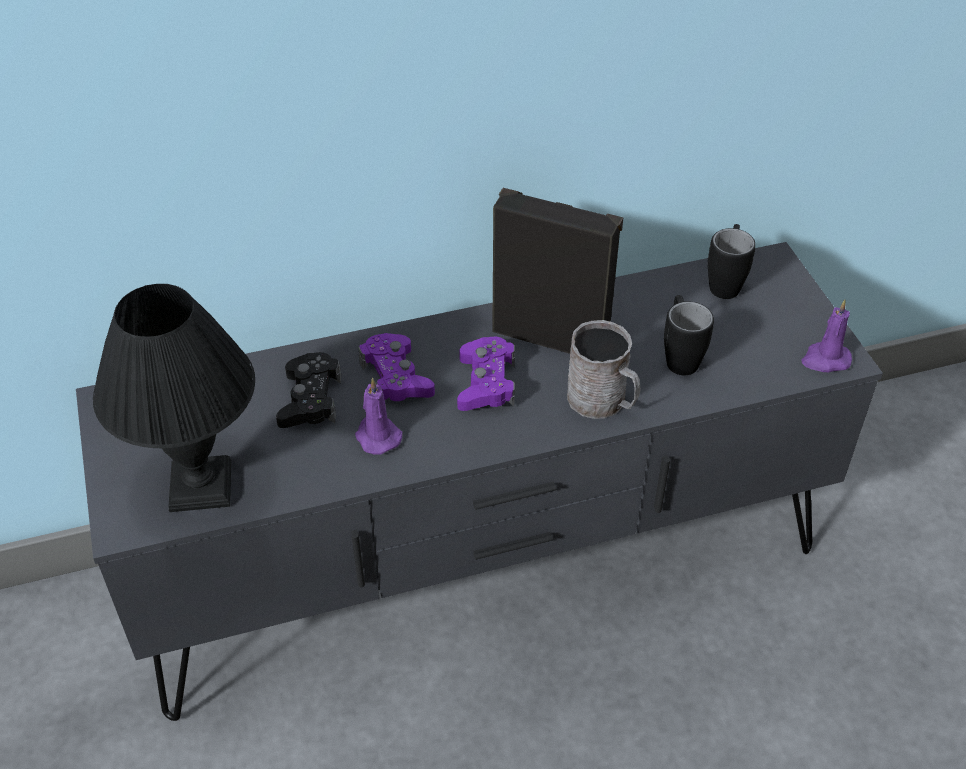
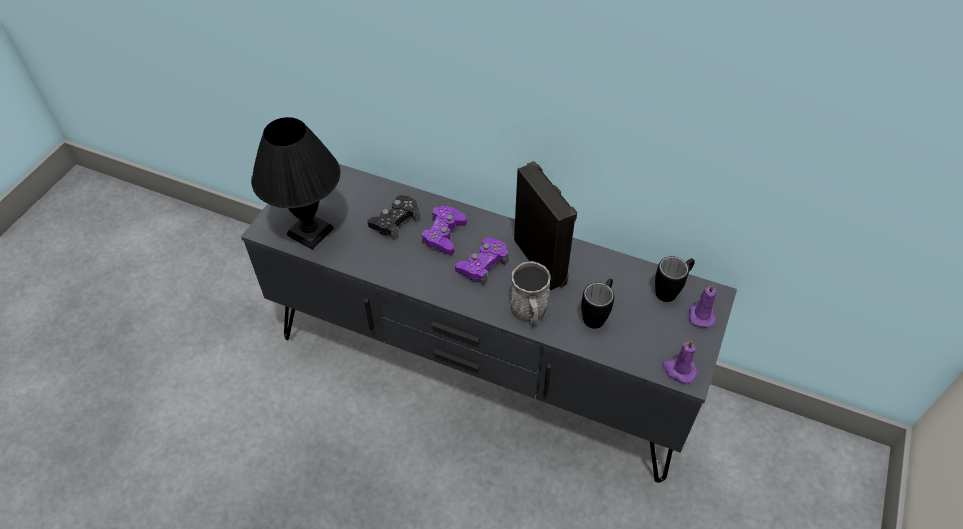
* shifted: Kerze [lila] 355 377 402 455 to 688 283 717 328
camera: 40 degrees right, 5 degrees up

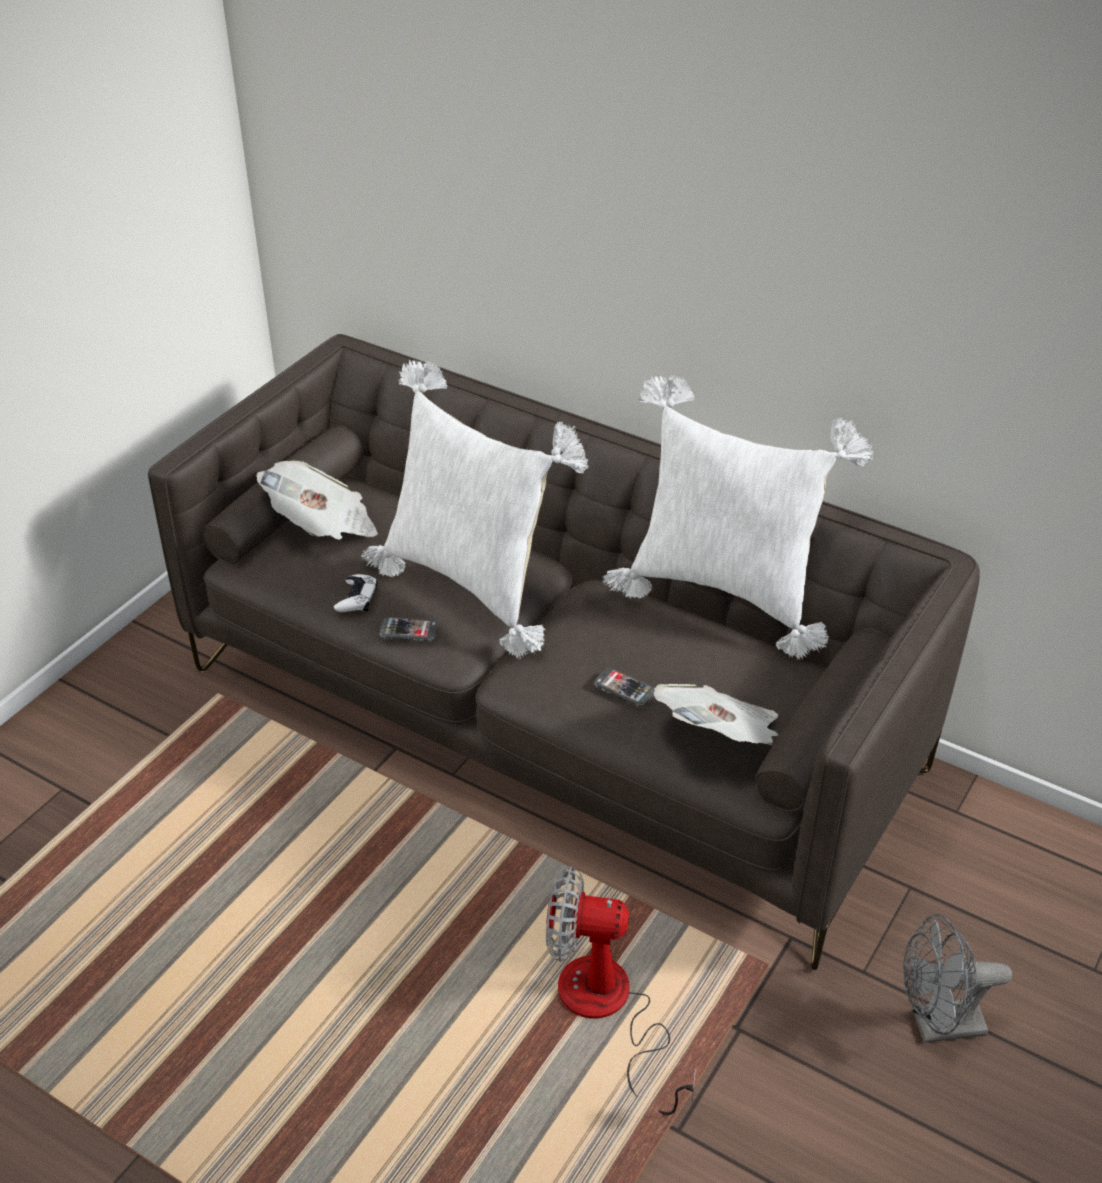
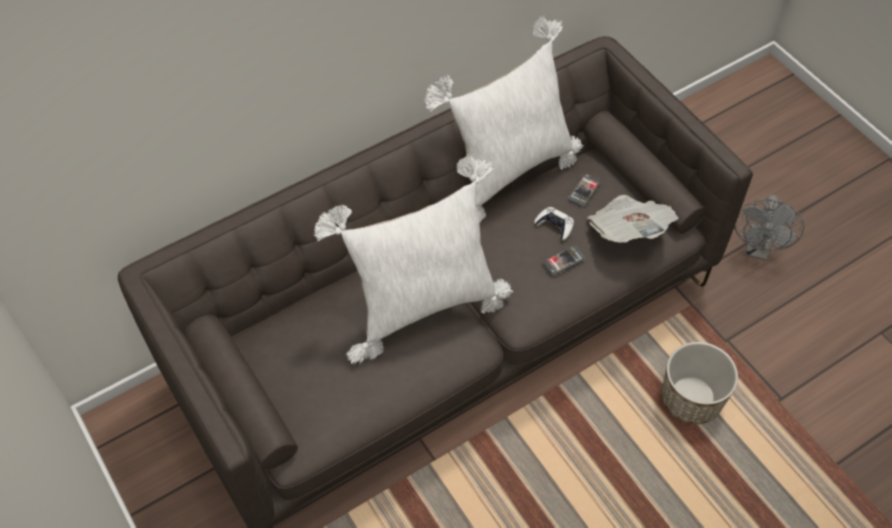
* gone: Zeitung 257 460 378 540
* shifted: Gamepad [weiß] 333 574 377 612 to 534 207 574 240
* shifted: Handy 379 617 438 642 to 568 174 601 207
* swapped: Ventilator 546 866 696 1115 to Pflanzkübel 661 342 738 424
camera: 65 degrees left, 15 degrees up

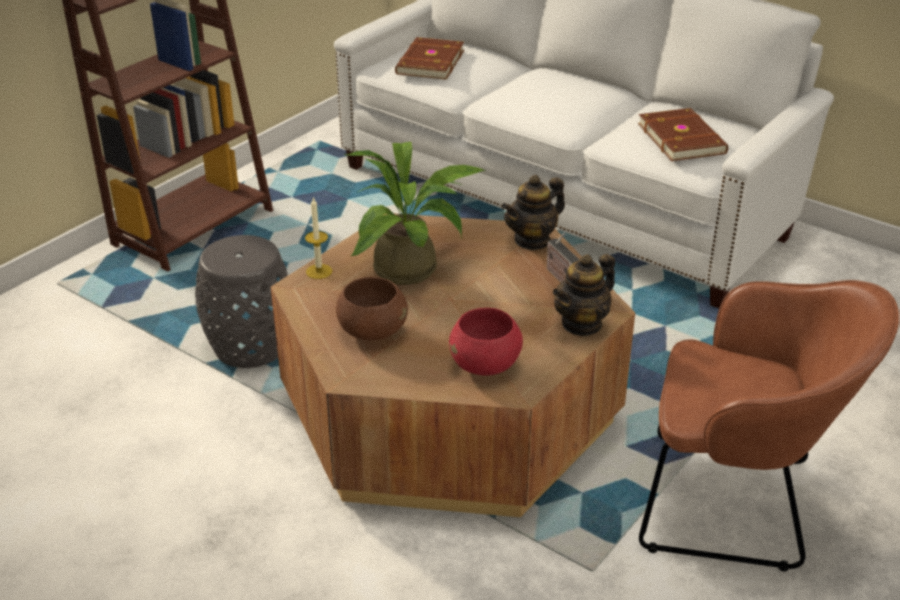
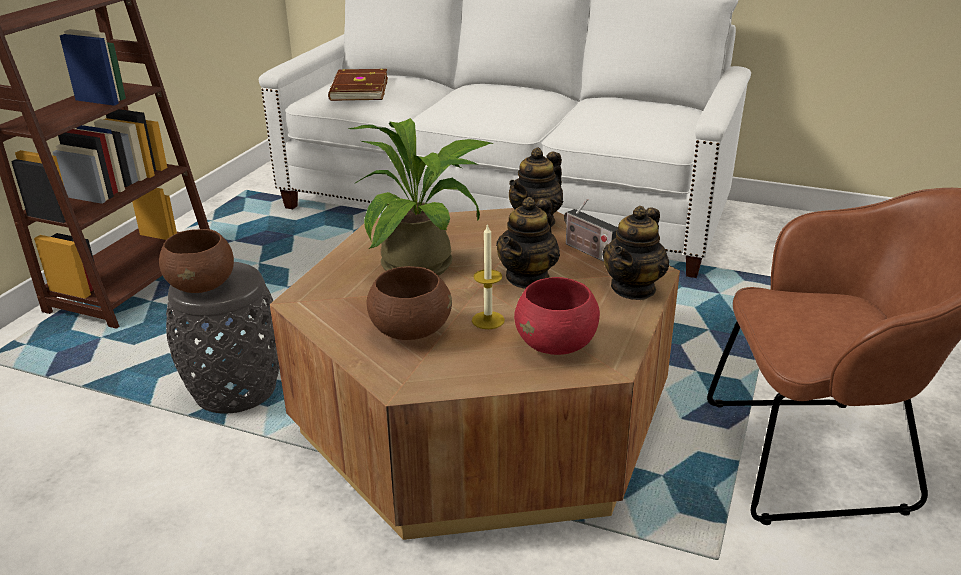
* gone: Buch [braun] 638 108 728 161
* new: Schüssel [braun] 159 229 234 293
* new: Teekanne 496 197 560 289
* shifted: Kerze 305 197 332 279 to 472 223 505 329
camera: 15 degrees left, 5 degrees down

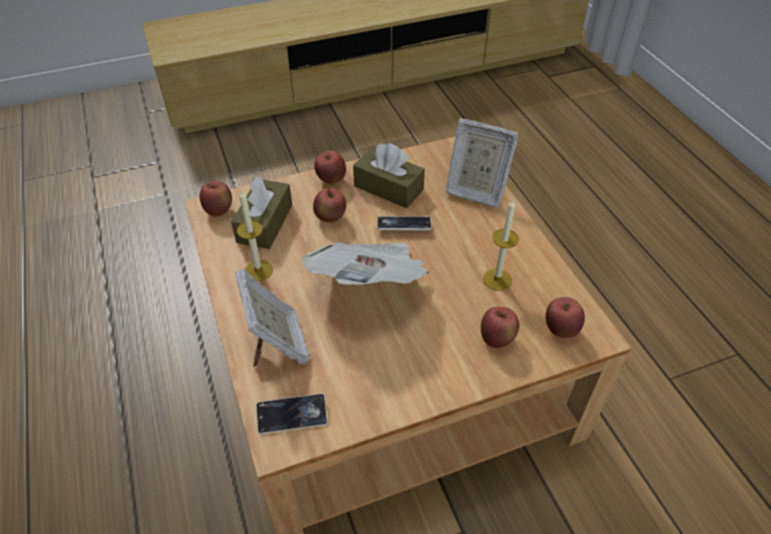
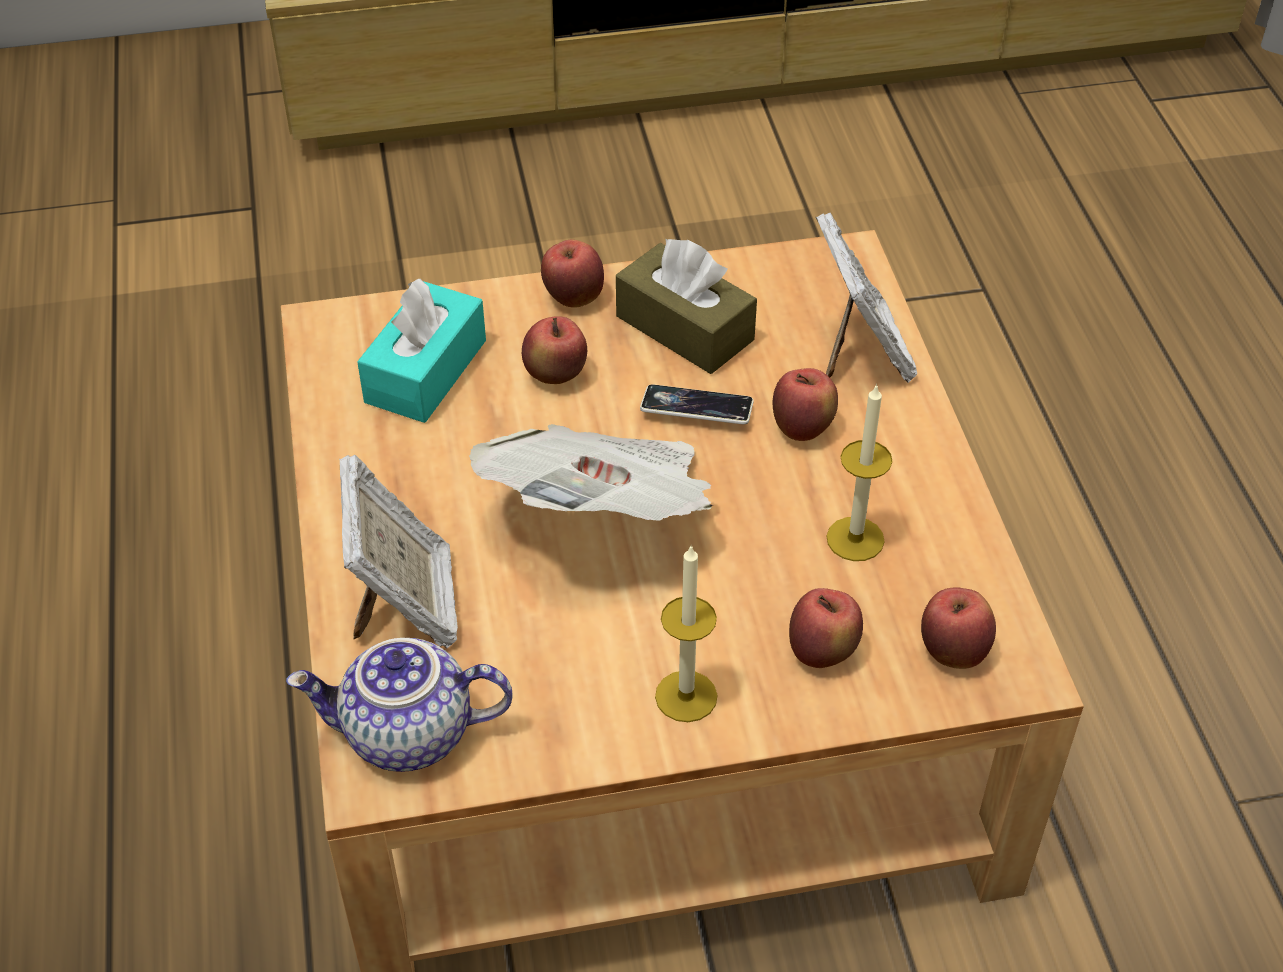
* shifted: Apfel 200 181 232 217 to 773 368 838 441
* shifted: Kerze 237 189 273 282 to 655 545 717 722
* swapped: Handy 256 393 328 434 to Teekanne 286 638 513 772
* repainted: Taschentuchbox [braun] 231 176 292 249 to Taschentuchbox [türkis] 357 279 486 423
* rotated: Bilderrahmen 446 118 519 208 = 815 213 917 383 135 degrees counterclockwise
camera: 10 degrees right, 0 degrees up

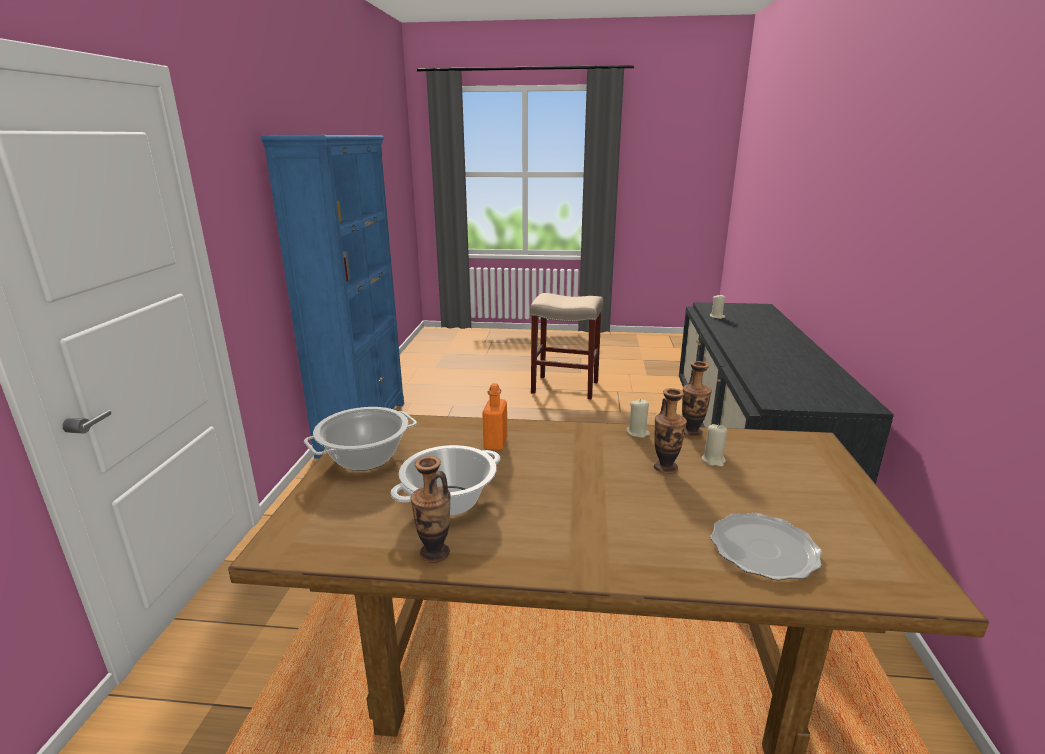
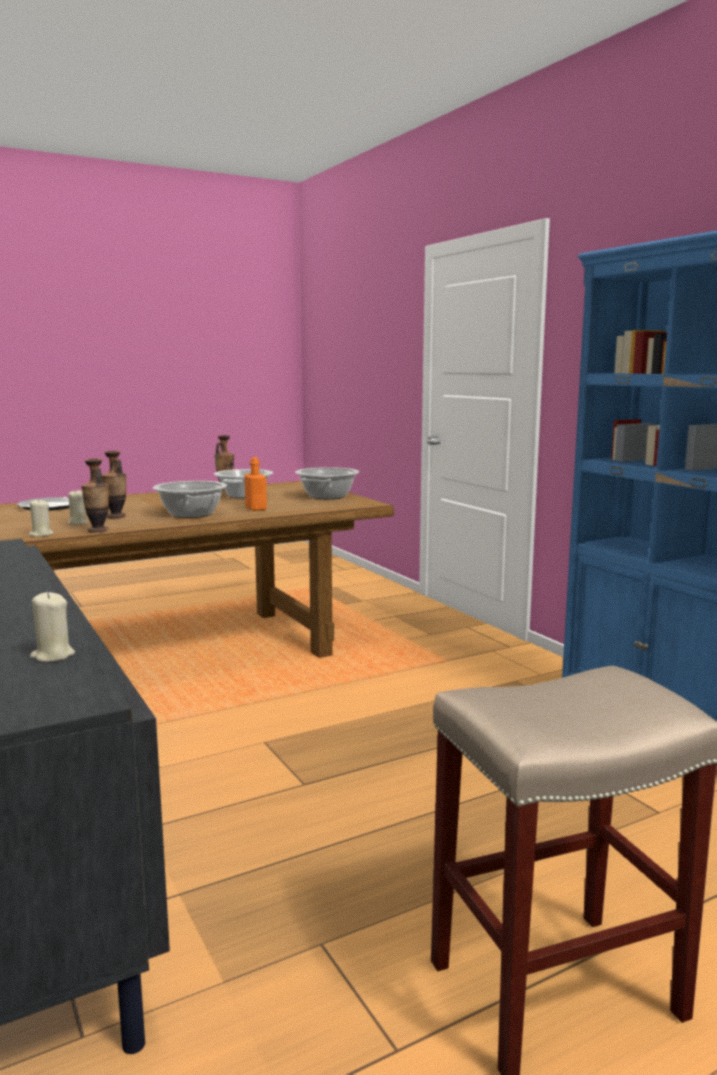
* new: Kochtopf 153 481 227 518
* shifted: Kerze [beige] 626 399 650 438 to 28 499 53 537
camera: 145 degrees right, 10 degrees down

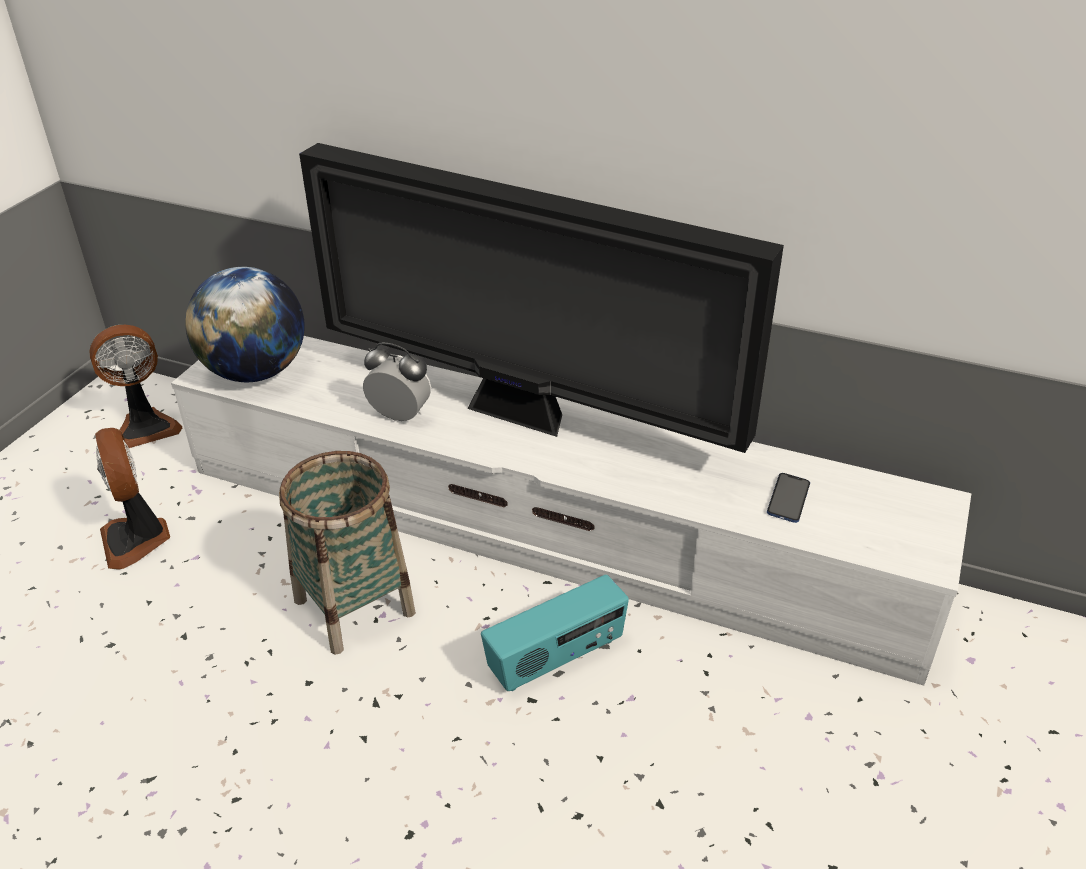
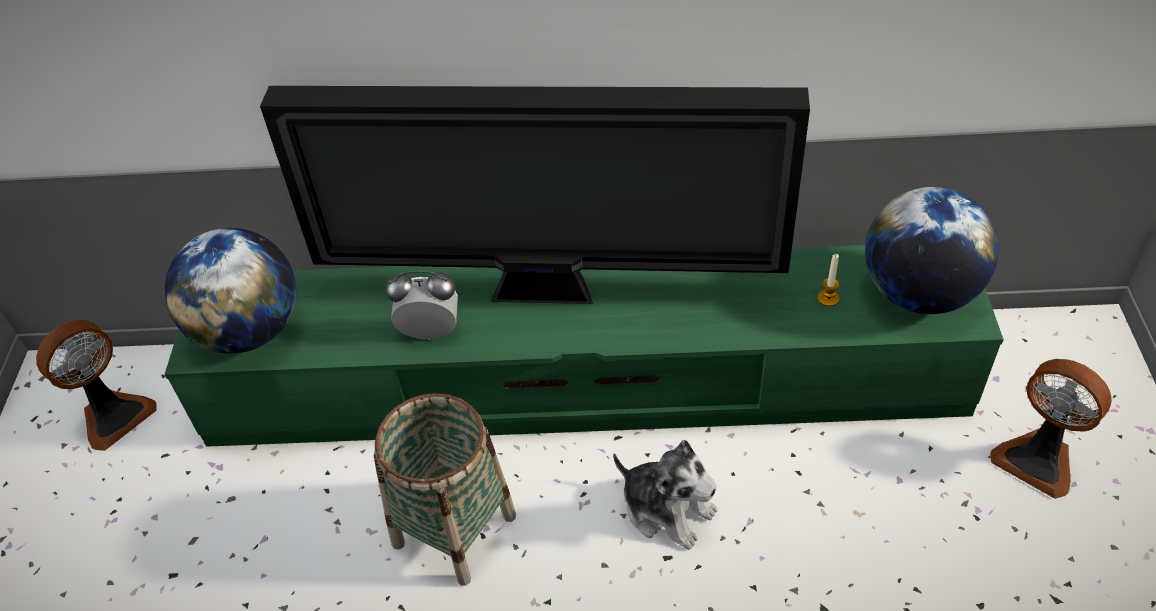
* new: Globus 865 187 999 314
* shifted: Ventilator 95 428 170 570 to 990 359 1112 499
* swapped: Radio 481 574 629 691 to Plüschtier 613 440 718 550
* swapped: Handy 767 473 810 523 to Kerze 818 254 839 306
* repainted: Fernsehschrank [weiß] 171 336 972 686 to Fernsehschrank [grün] 164 245 1004 447
camera: 20 degrees left, 10 degrees up

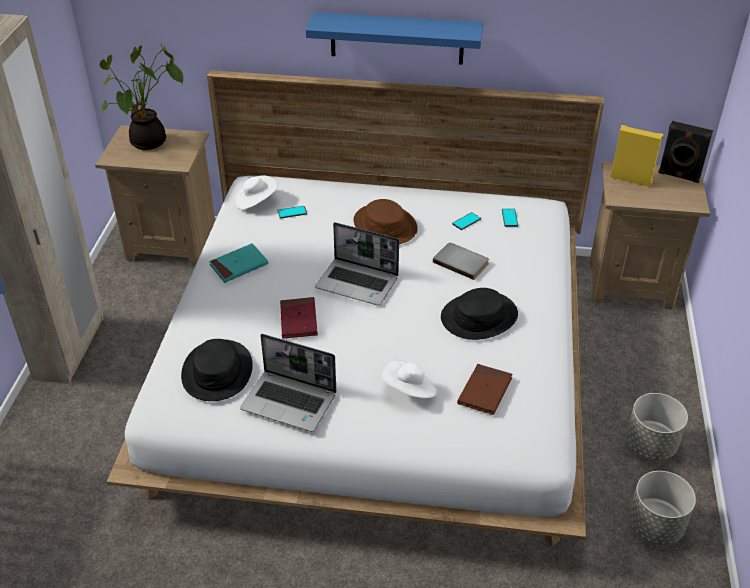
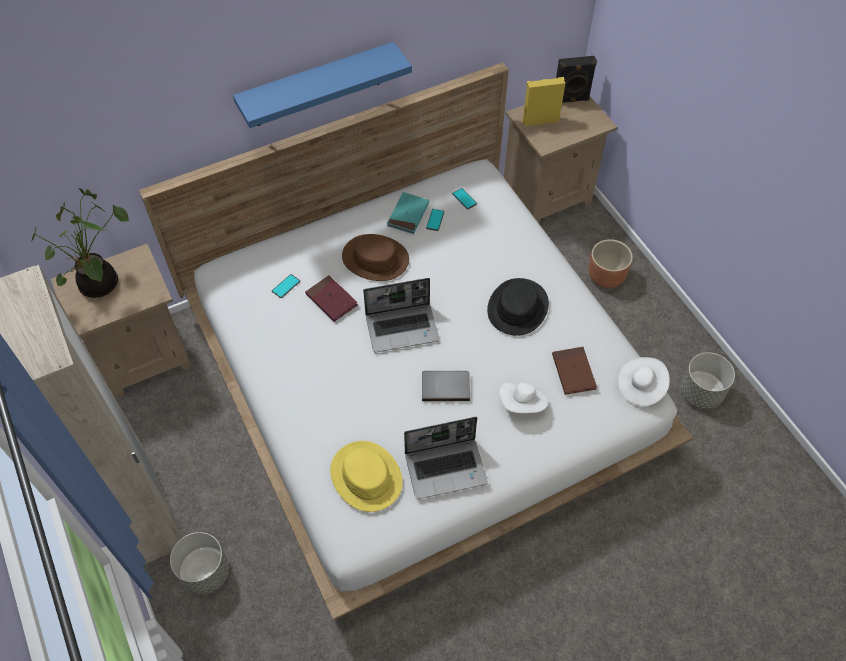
* new: Pflanzkübel [braun] 588 239 633 288
* shifted: Buch [türkis] 209 243 268 283 to 387 192 429 234
* shifted: Hut [weiß] 235 175 278 210 to 617 357 670 406
* shifted: Buch [rot] 280 297 318 339 to 305 275 358 322
* shifted: Buch [grau] 433 243 489 280 to 422 371 470 401
* shifted: Pflanzkübel [grau] 626 393 688 460 to 170 532 229 595
* repainted: Hut [schwarz] 181 339 253 401 to Hut [gelb] 330 441 403 512
camera: 35 degrees left, 15 degrees up

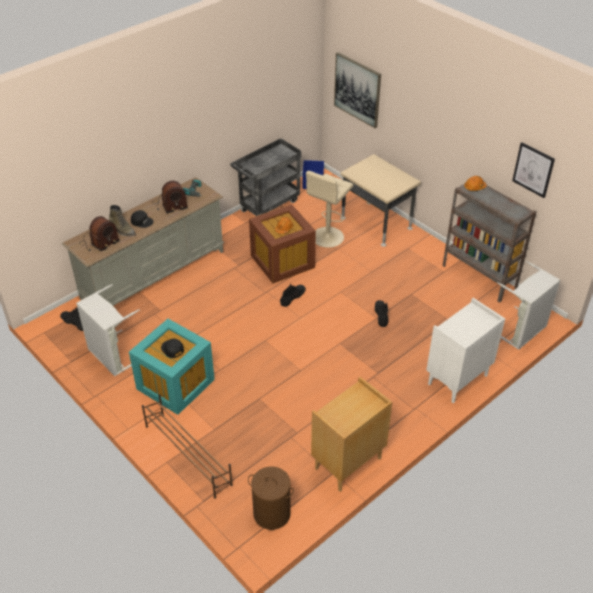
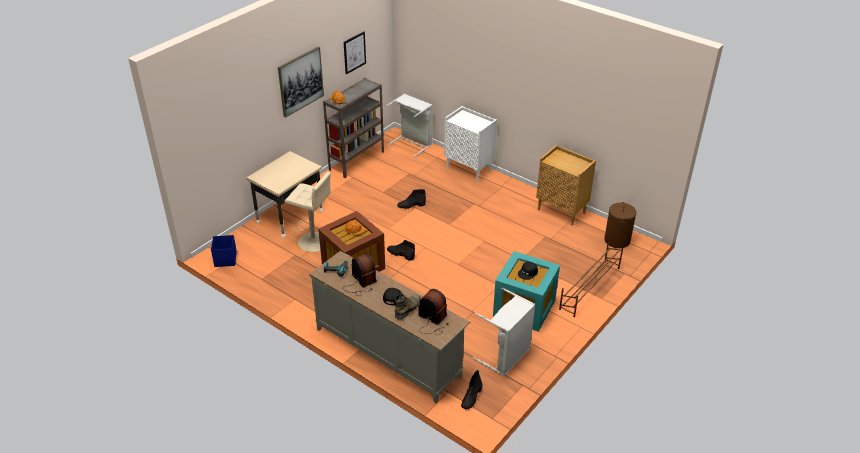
* gone: Rollwagen [schwarz] 230 139 301 216
* shifted: Bild 334 52 381 128 to 278 47 324 118
camera: 100 degrees left, 5 degrees down

